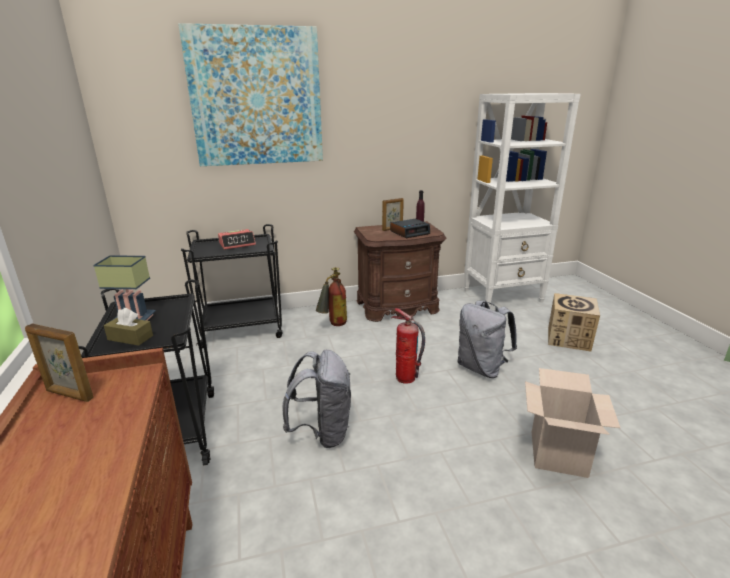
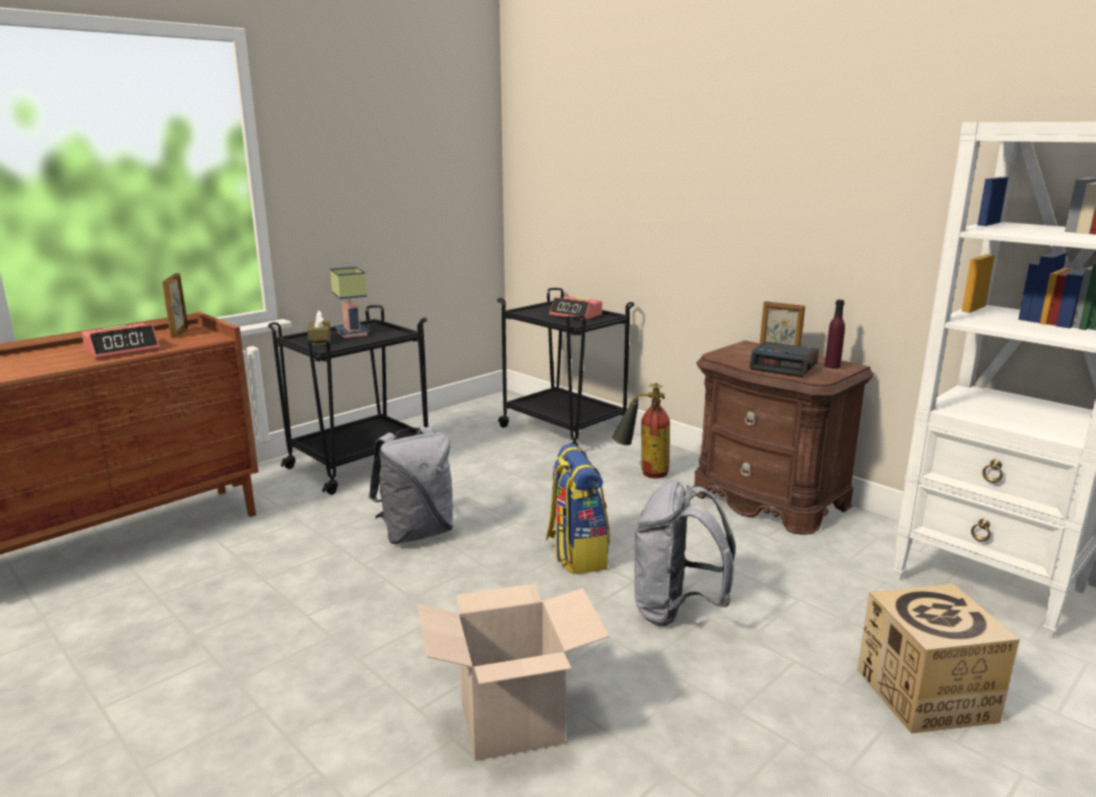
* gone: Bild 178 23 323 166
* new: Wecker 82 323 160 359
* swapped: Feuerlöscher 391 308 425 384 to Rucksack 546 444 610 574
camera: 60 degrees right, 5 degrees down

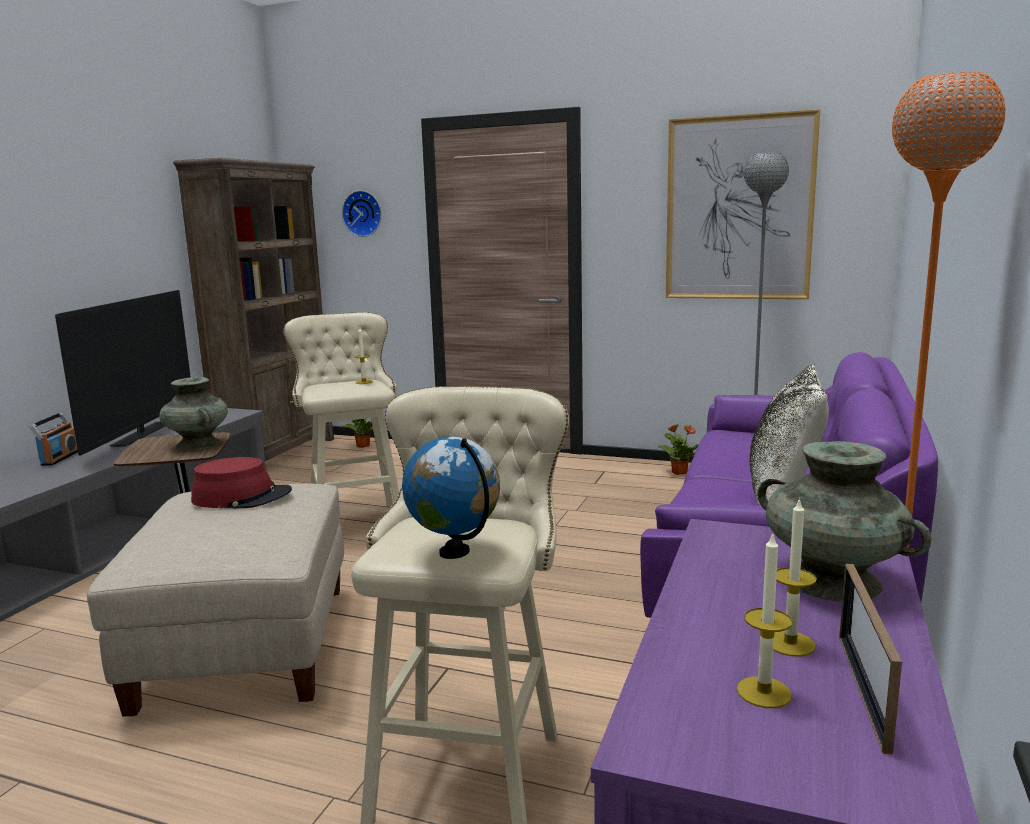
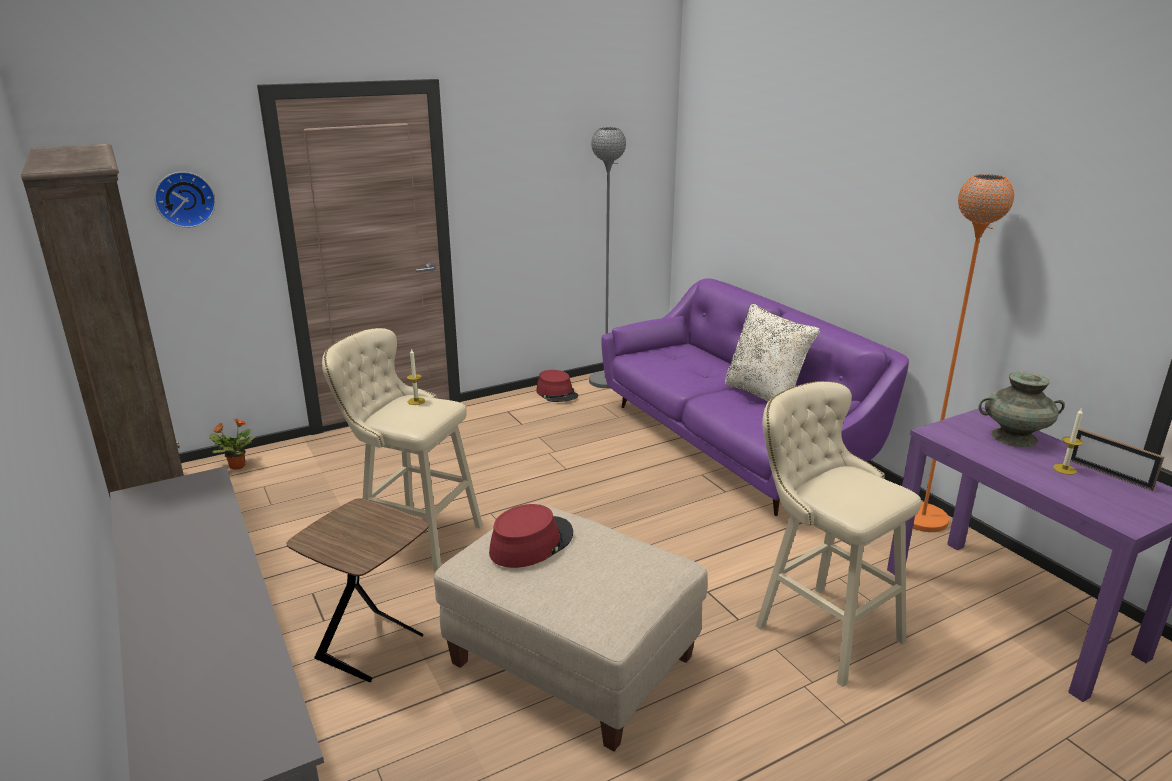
* gone: Radio 29 413 78 466
* gone: Fernseher 55 290 191 455
* gone: Vase [türkis] 159 377 228 450
* gone: Globus 402 436 500 559
* gone: Bild 666 109 820 299
* gone: Kerze 737 533 792 708
* swapped: Topfpflanze 658 424 699 475 to Hut [rot] 536 370 578 402
camera: 50 degrees left, 10 degrees up

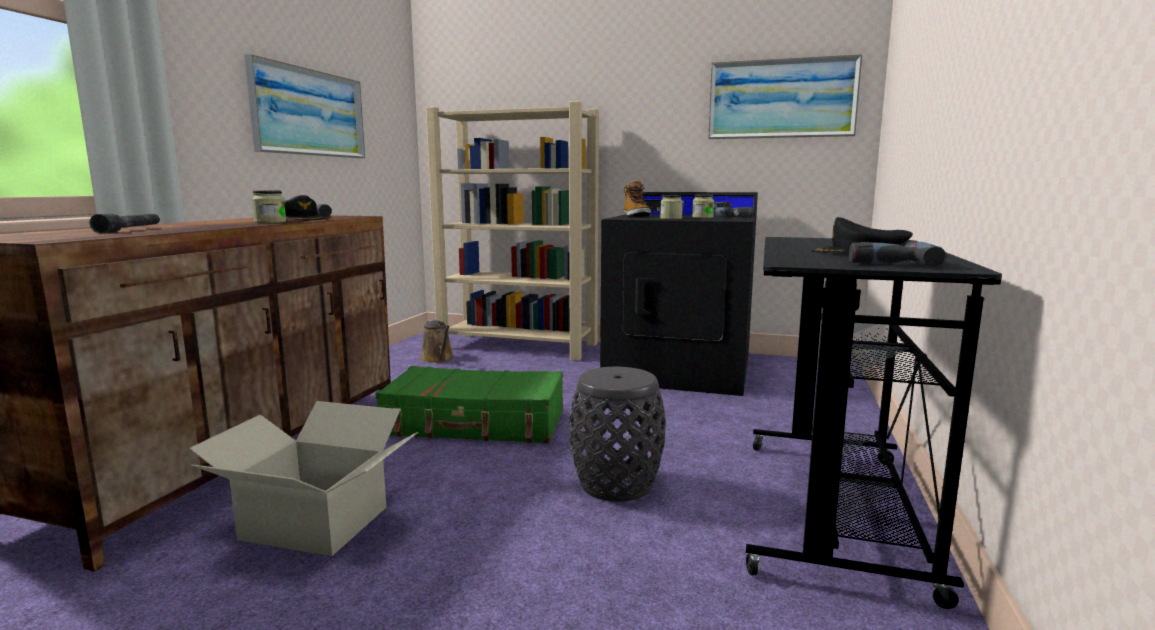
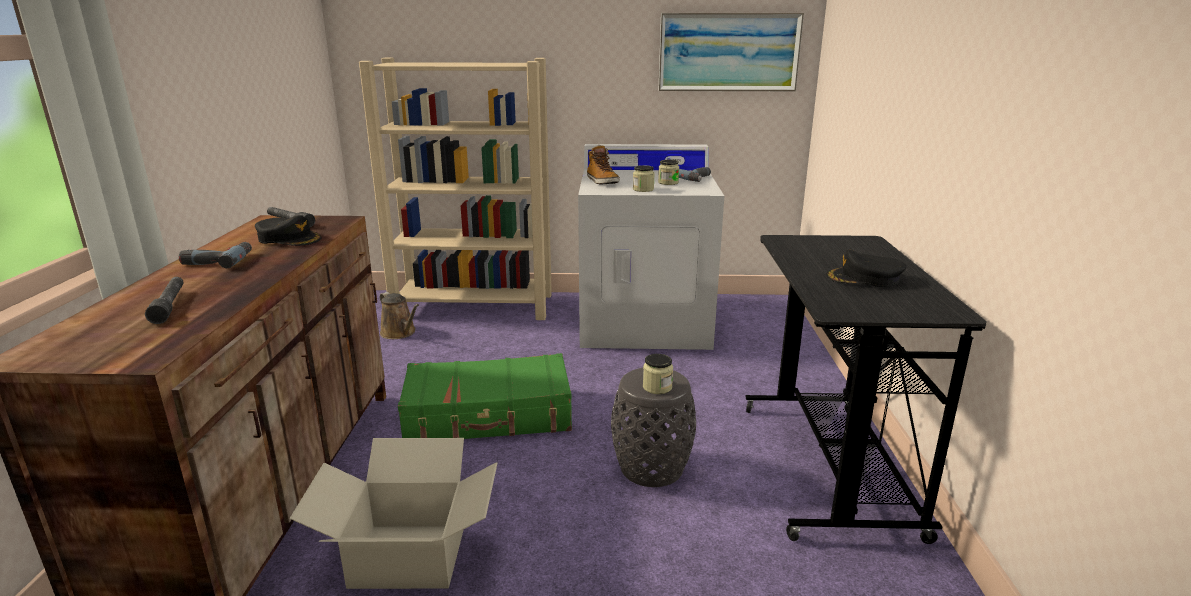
* gone: Bild 244 54 365 158
* shifted: Vorratsglas 252 190 286 223 to 643 354 673 394
* shifted: Bohrmaschine 849 242 947 267 to 179 242 252 268
* repainted: Waschmaschine [schwarz] 600 192 758 396 to Waschmaschine [weiß] 578 144 724 350
camera: 15 degrees left, 10 degrees up

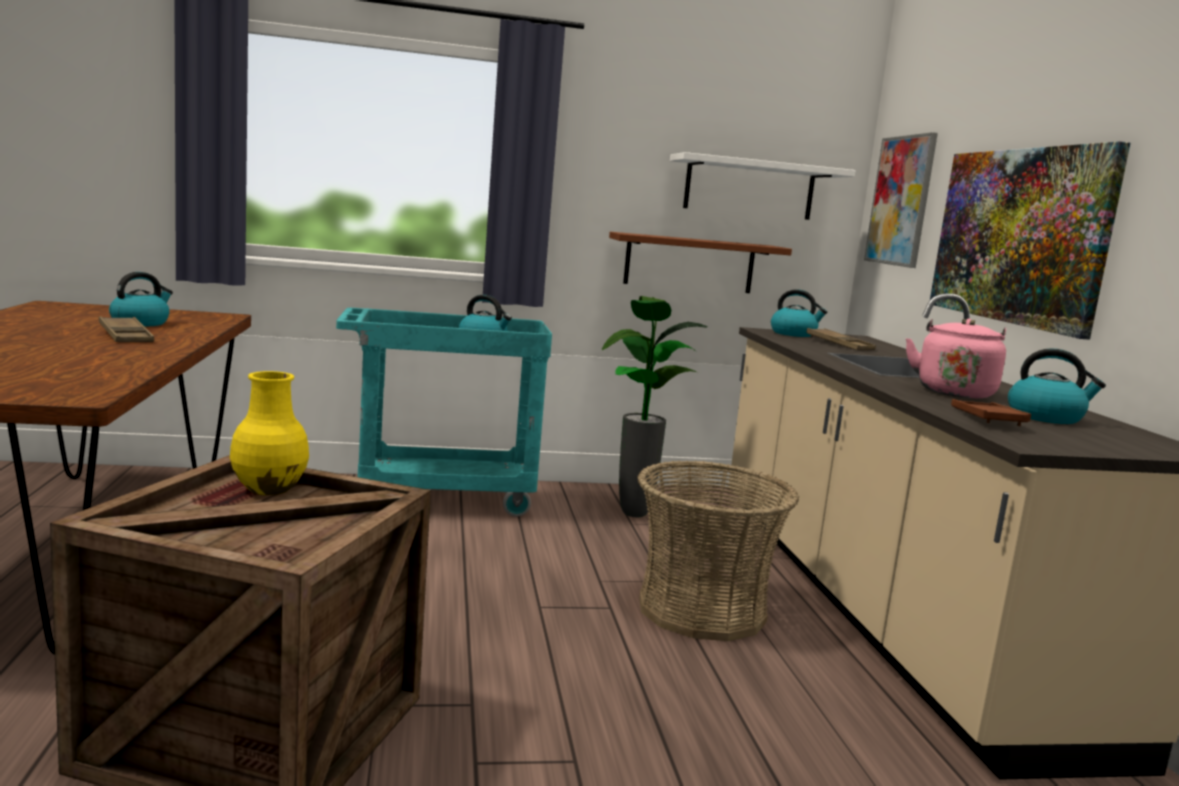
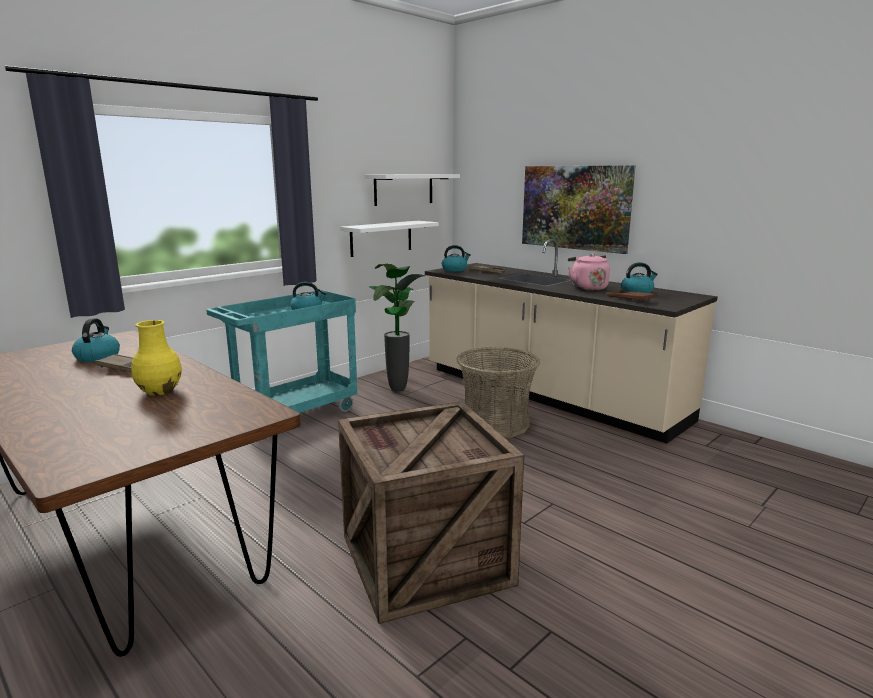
* gone: Bild 864 132 938 268
* shifted: Vase [gelb] 230 371 309 495 to 131 320 182 396
* repainted: Wandregal [braun] 609 232 792 293 to Wandregal [weiß] 340 221 439 257
camera: 35 degrees left, 5 degrees up

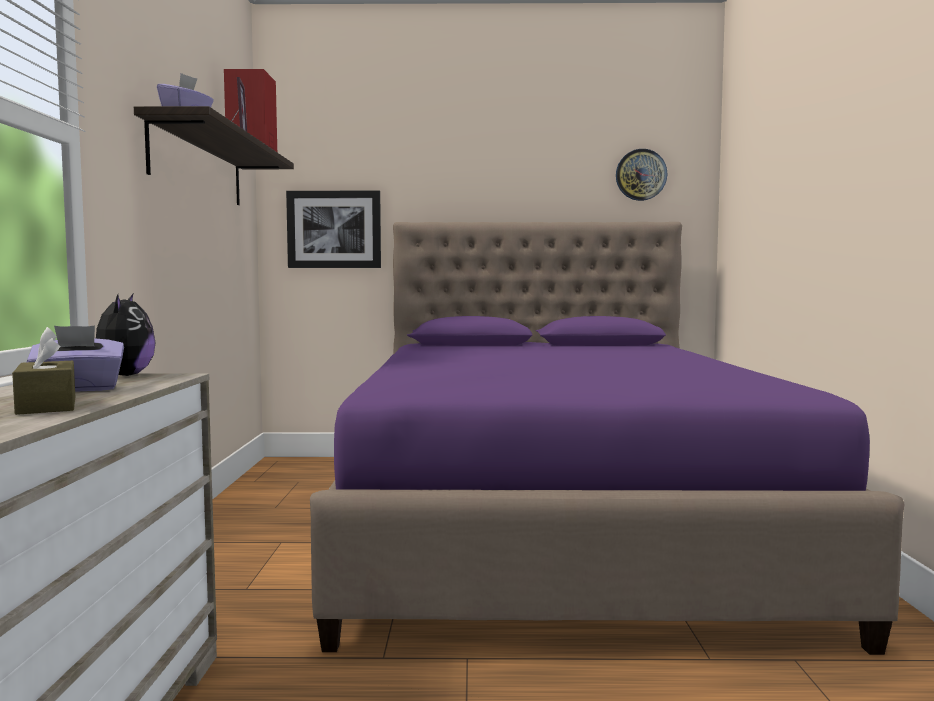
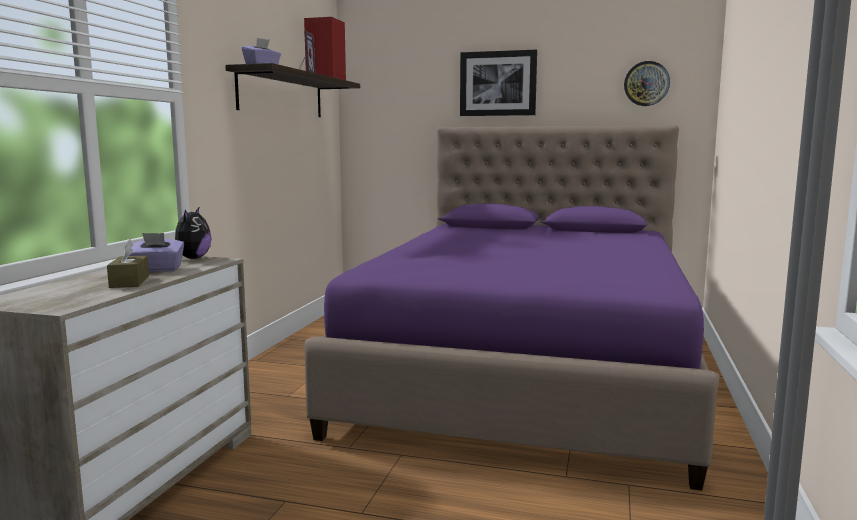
* shifted: Bild 286 191 381 268 to 460 50 537 116
camera: 15 degrees right, 5 degrees up

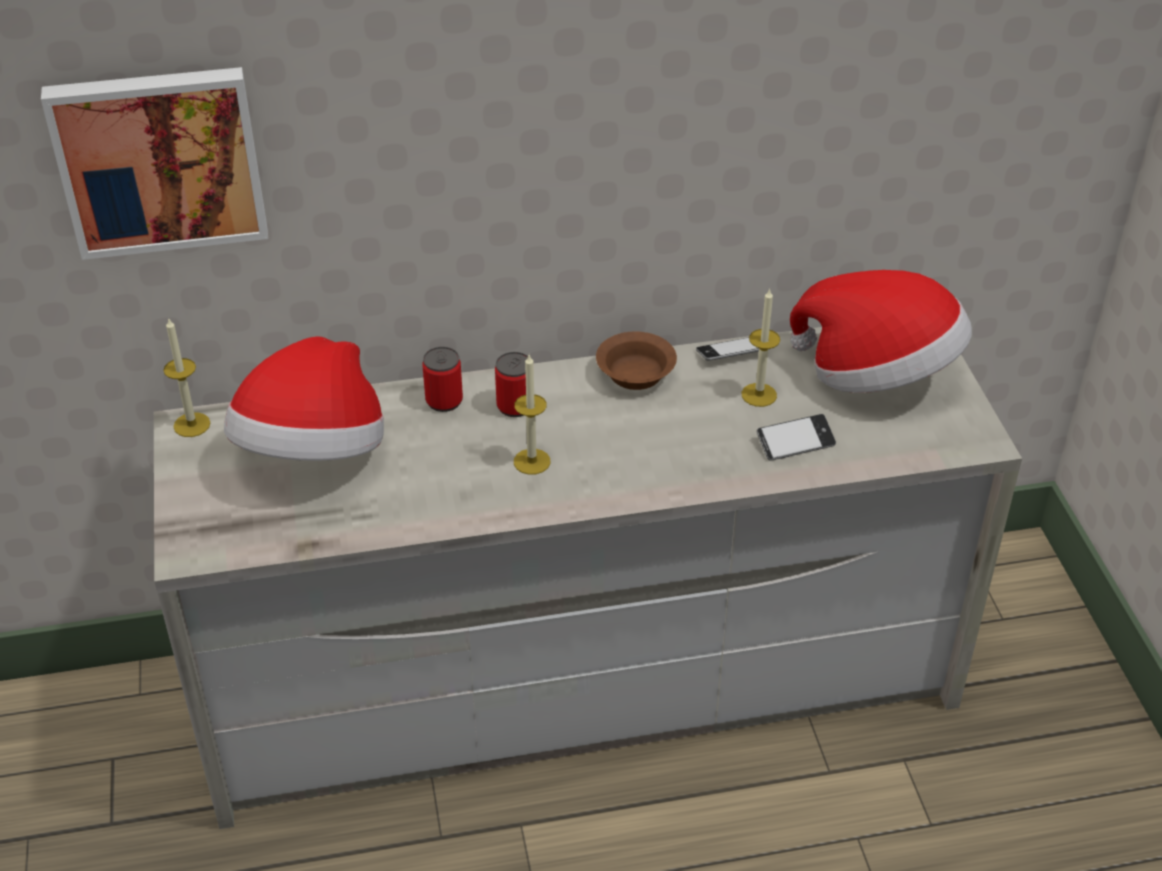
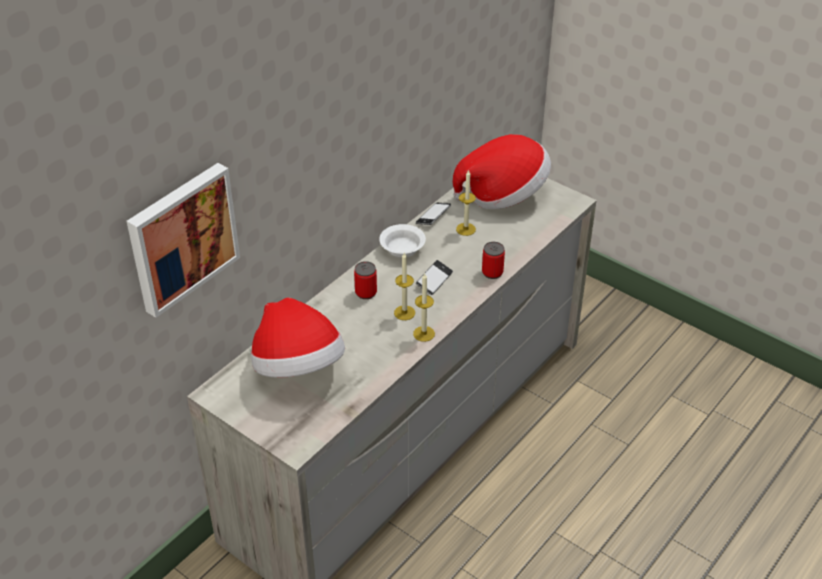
* shifted: Kerze 163 317 210 437 to 413 273 435 342
* shifted: Dose 422 347 463 412 to 482 242 505 279
* shifted: Handy 757 414 836 461 to 416 260 453 295
* repainted: Schüssel [braun] 596 331 677 390 to Schüssel [weiß] 379 224 426 258
camera: 40 degrees left, 0 degrees up

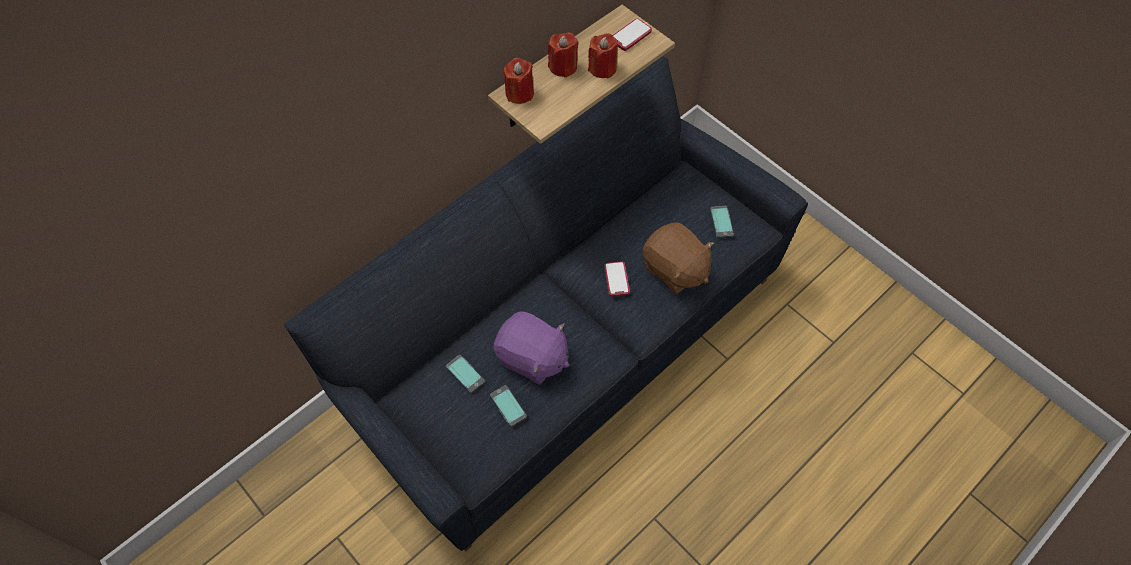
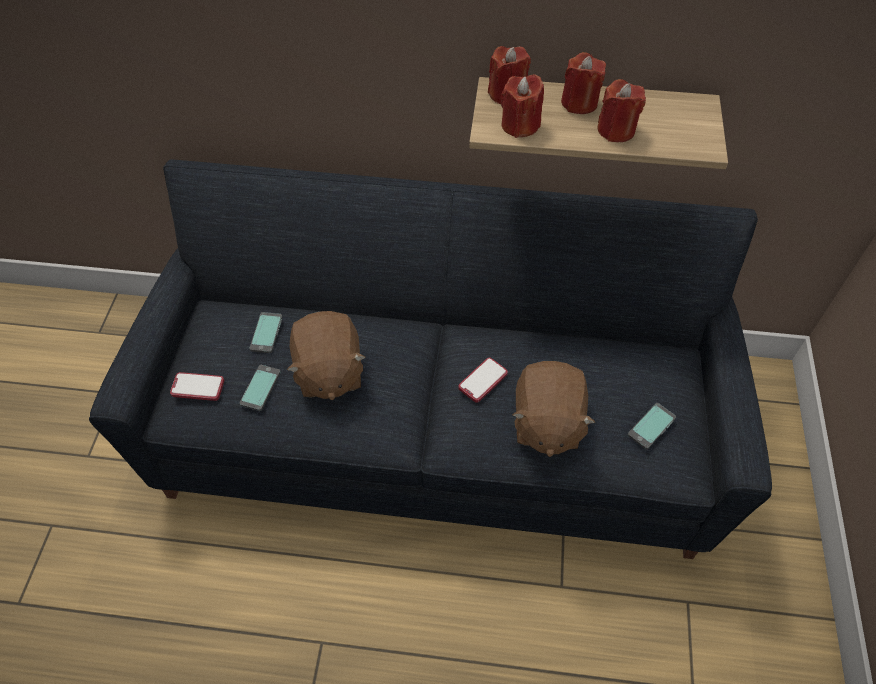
* new: Kerze [rot] 501 74 544 138
* shifted: Handy 613 19 652 51 to 170 372 224 401
* repainted: Plüschtier [lila] 493 312 569 385 to Plüschtier [braun] 287 311 365 400
camera: 50 degrees right, 5 degrees down

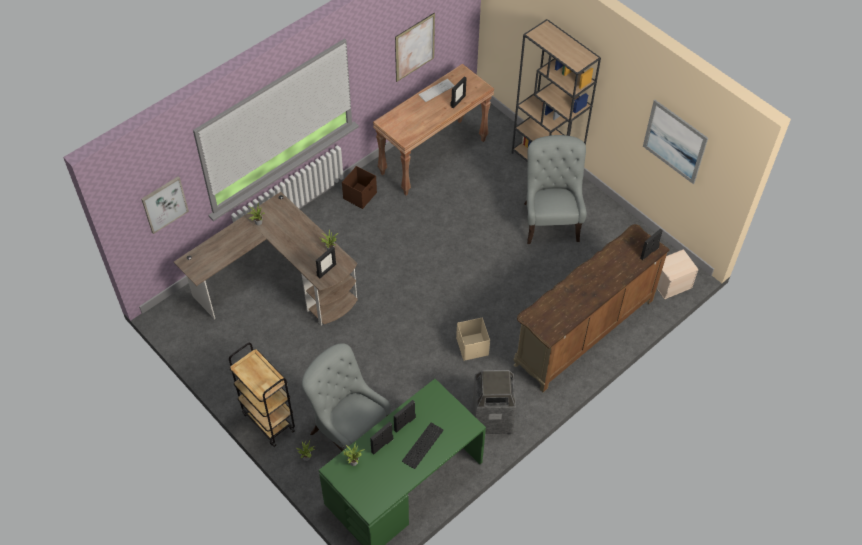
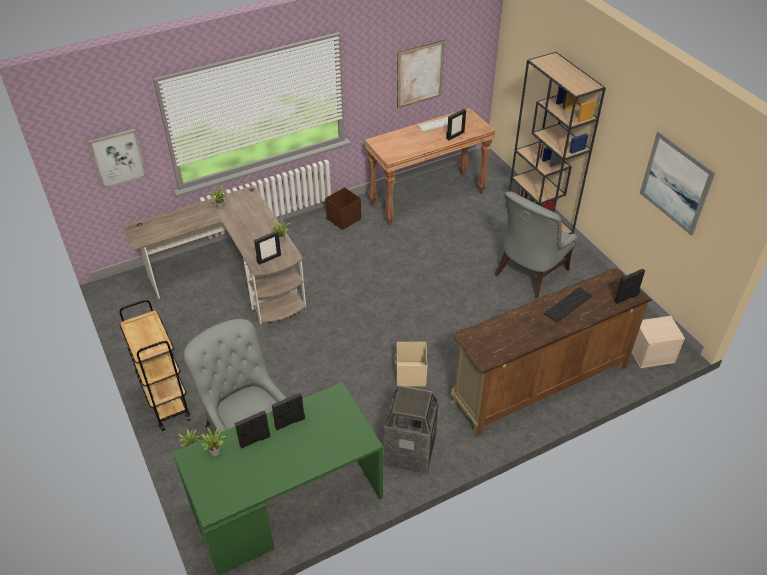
* shifted: Tastatur 402 423 444 469 to 544 287 592 323
* rotated: Stuhl [grau] 524 135 587 244 = 495 192 578 298 150 degrees counterclockwise
camera: 15 degrees right, 10 degrees down

